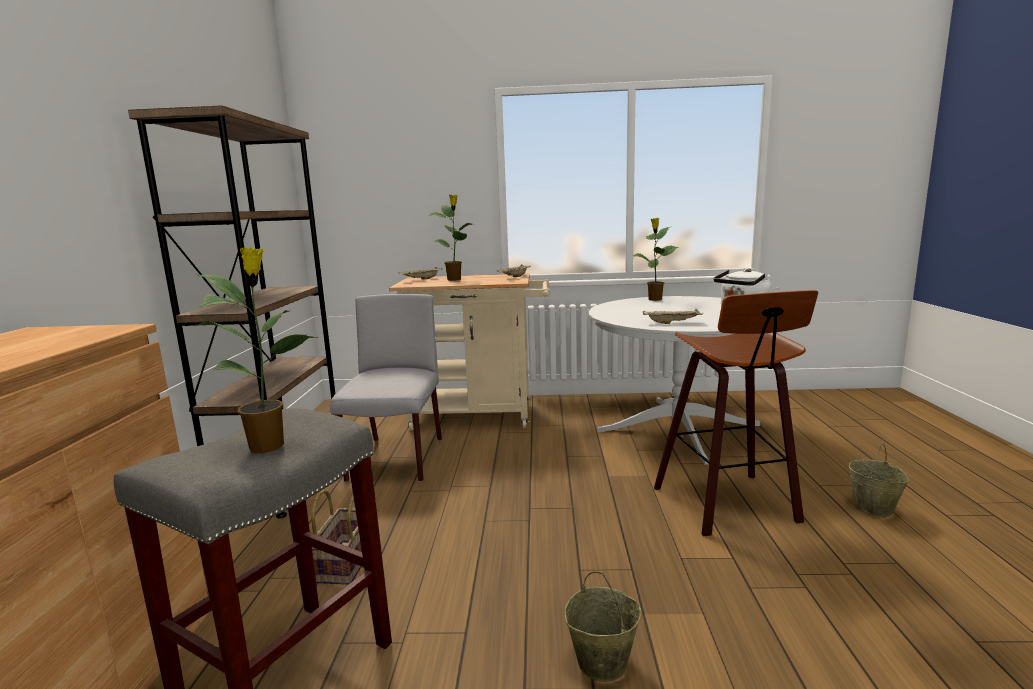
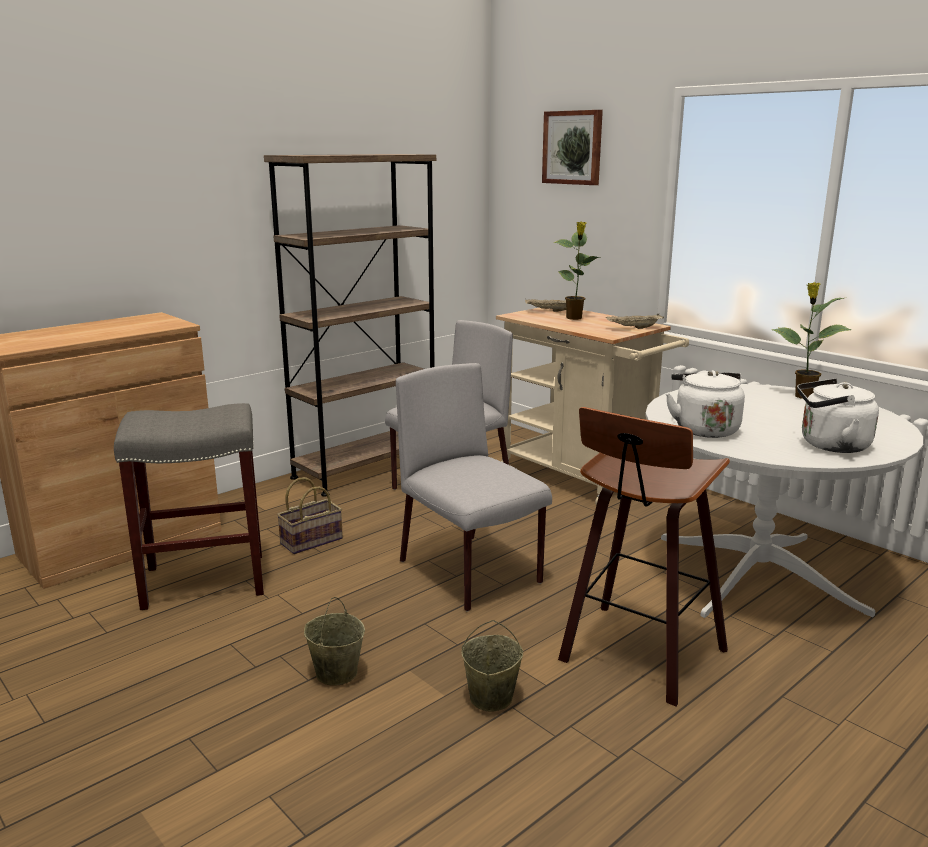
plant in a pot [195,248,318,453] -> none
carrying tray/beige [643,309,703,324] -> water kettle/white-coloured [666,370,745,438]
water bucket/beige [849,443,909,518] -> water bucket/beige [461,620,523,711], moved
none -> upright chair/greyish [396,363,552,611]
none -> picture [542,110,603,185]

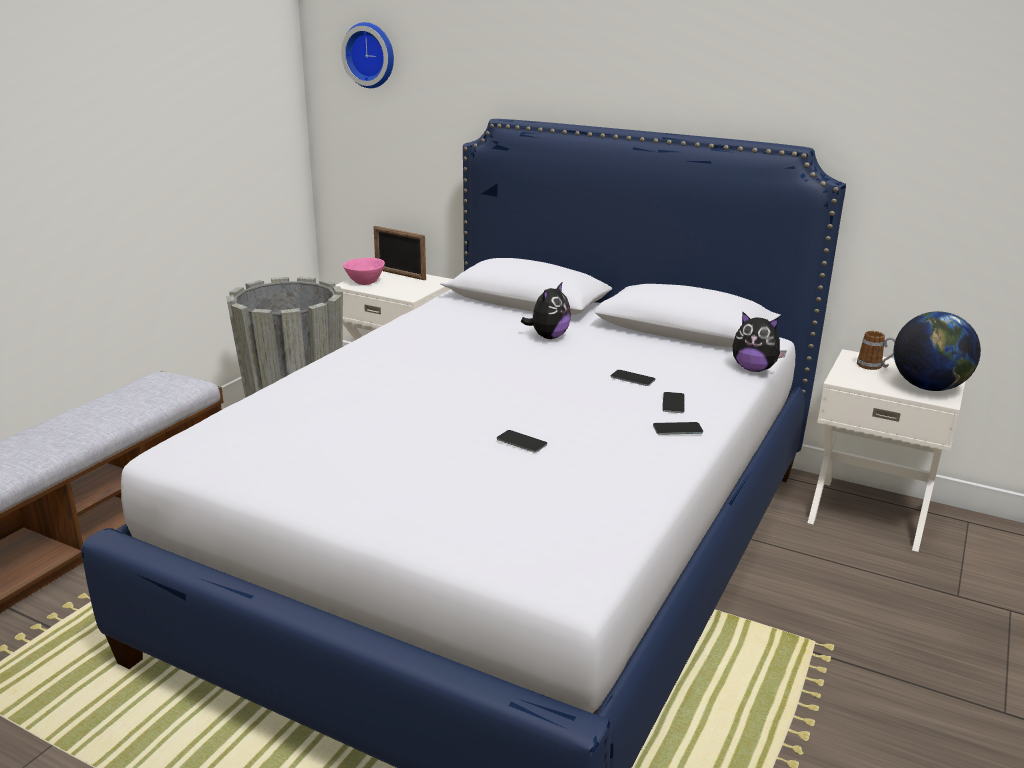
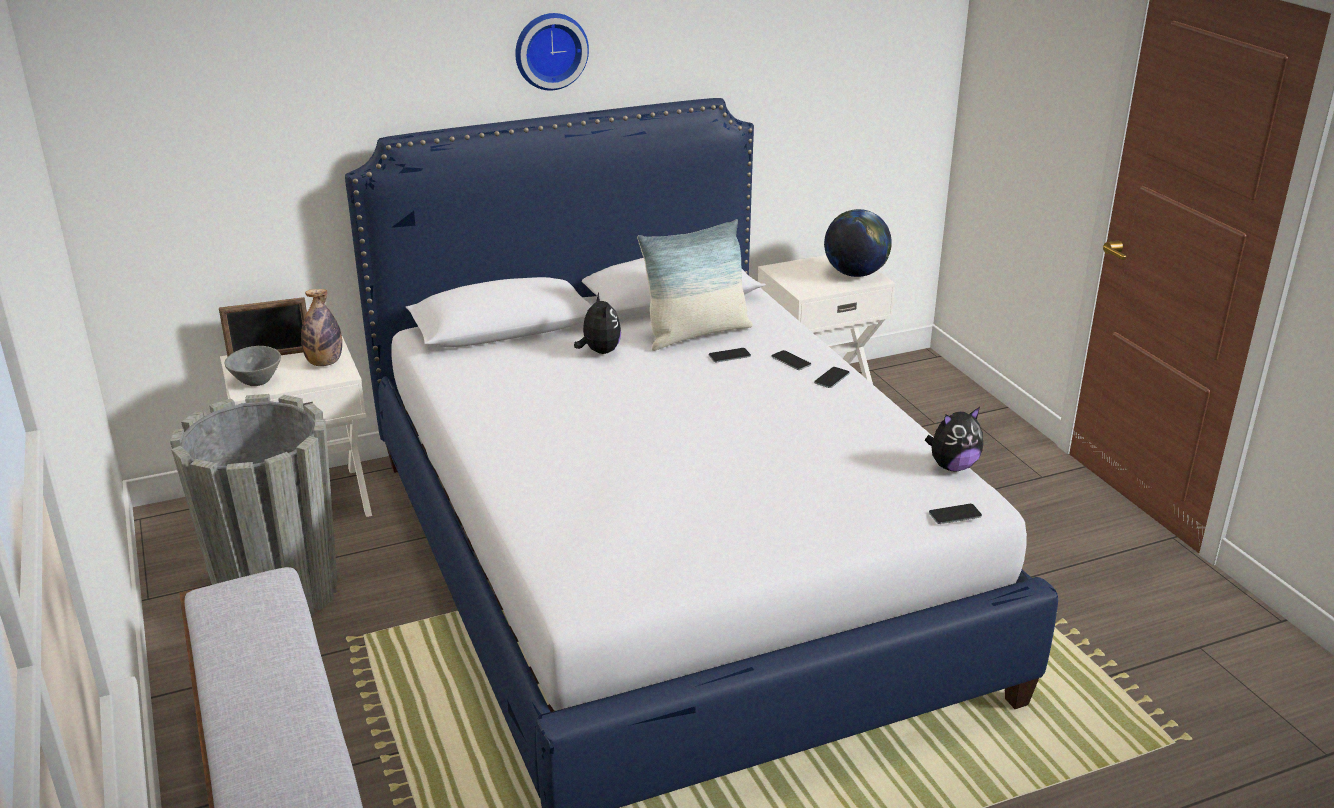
wall clock [341,22,394,88] -> wall clock [515,13,589,90], moved
deep dish/pink-coloured [343,258,385,285] -> deep dish/greyish [225,346,281,386]
phone [497,430,547,452] -> phone [929,504,982,524], moved
soft toy [733,312,787,372] -> soft toy [925,407,983,472], moved
coffee mug [857,331,896,370] -> none
none -> bottle [301,289,342,366]
none -> cushion [637,219,753,351]

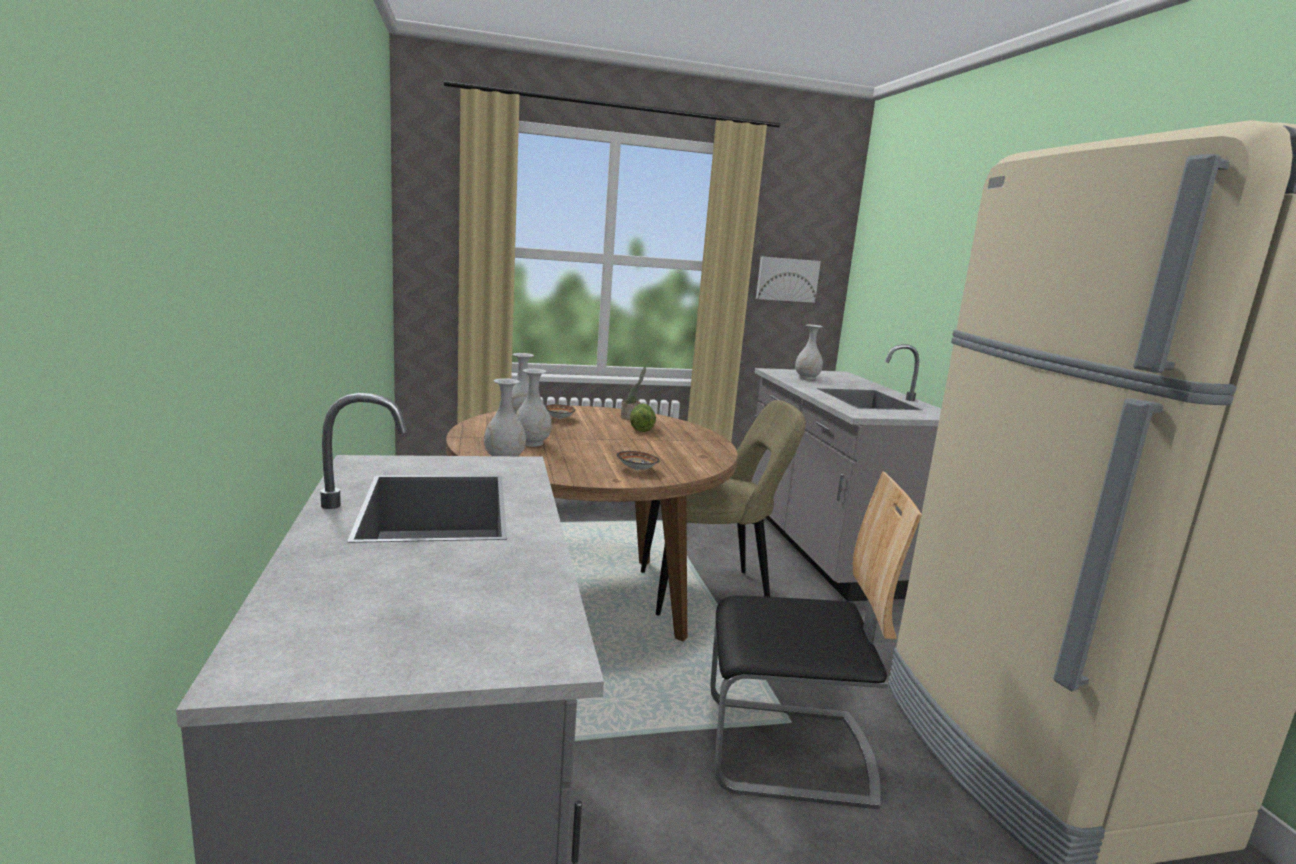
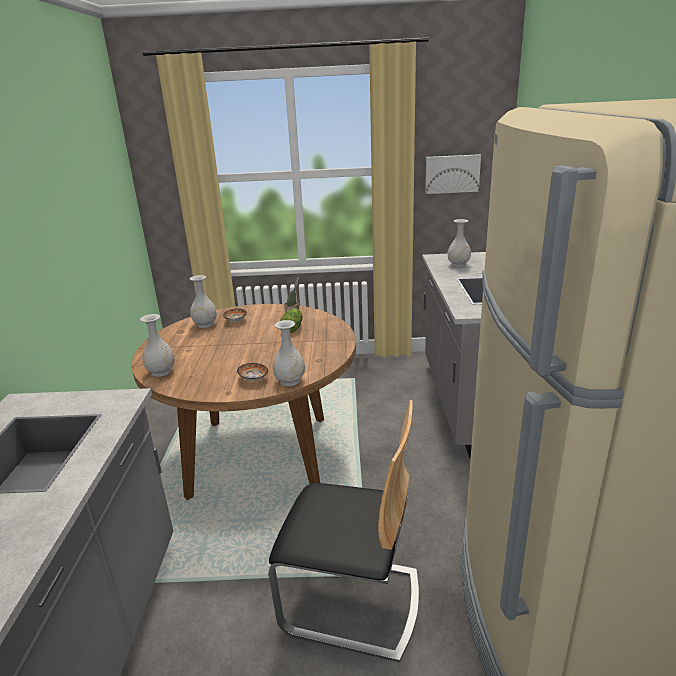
decorative vase/white-coloured [516,369,551,447] -> decorative vase/white-coloured [273,320,305,386], moved
upright chair/beige [641,400,806,616] -> none

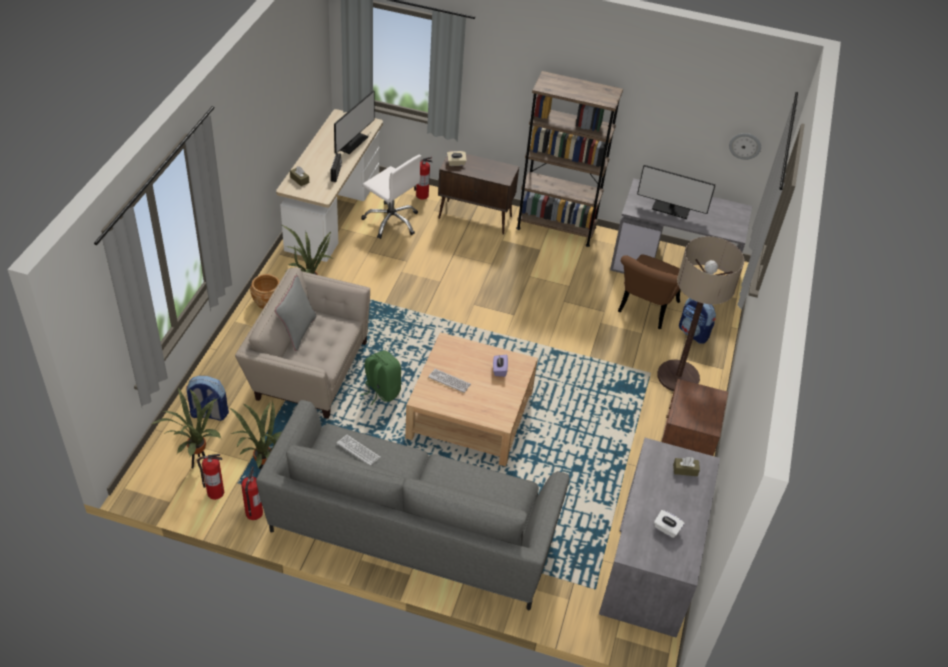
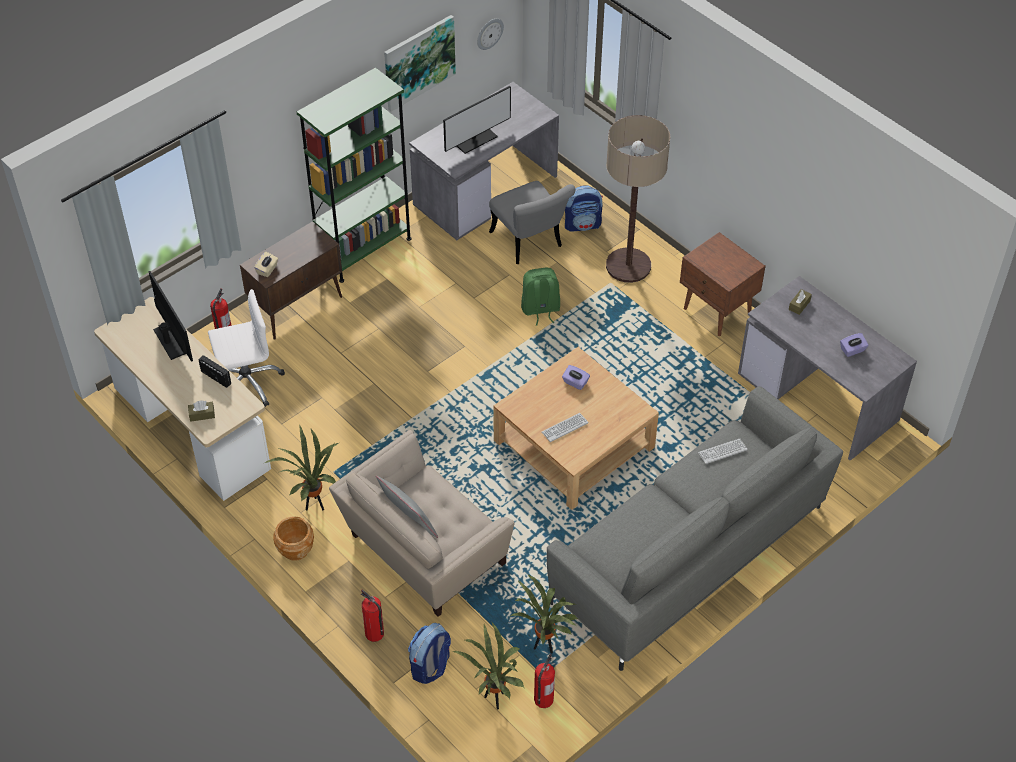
fire-fighting cylinder [241,467,263,520] -> fire-fighting cylinder [361,589,384,642], moved
keyboard [337,435,380,465] -> keyboard [698,439,748,464], moved
rucksack/green [361,350,401,405] -> rucksack/green [521,268,560,326], moved
bookshelf/brown [516,71,623,247] -> bookshelf/green [297,67,412,283]
upright chair/brown [618,255,681,329] -> upright chair/greyish [489,181,575,264]
tissue box/white-coloured [654,510,684,538] -> tissue box/purplish [840,333,868,357]
none -> picture [384,15,456,112]

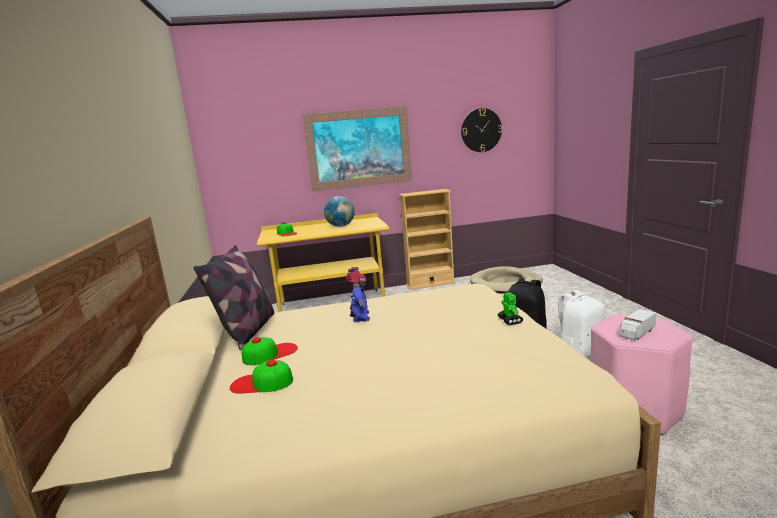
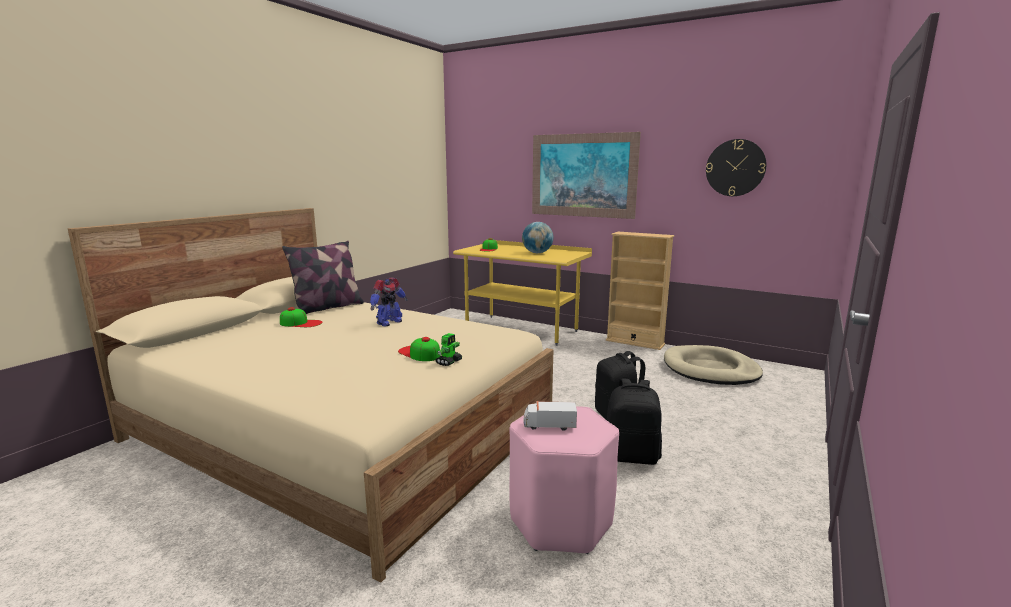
cap [230,360,293,394] -> cap [398,337,440,361], moved
rucksack/white-coloured [558,290,606,358] -> rucksack/blackish [607,379,662,465]

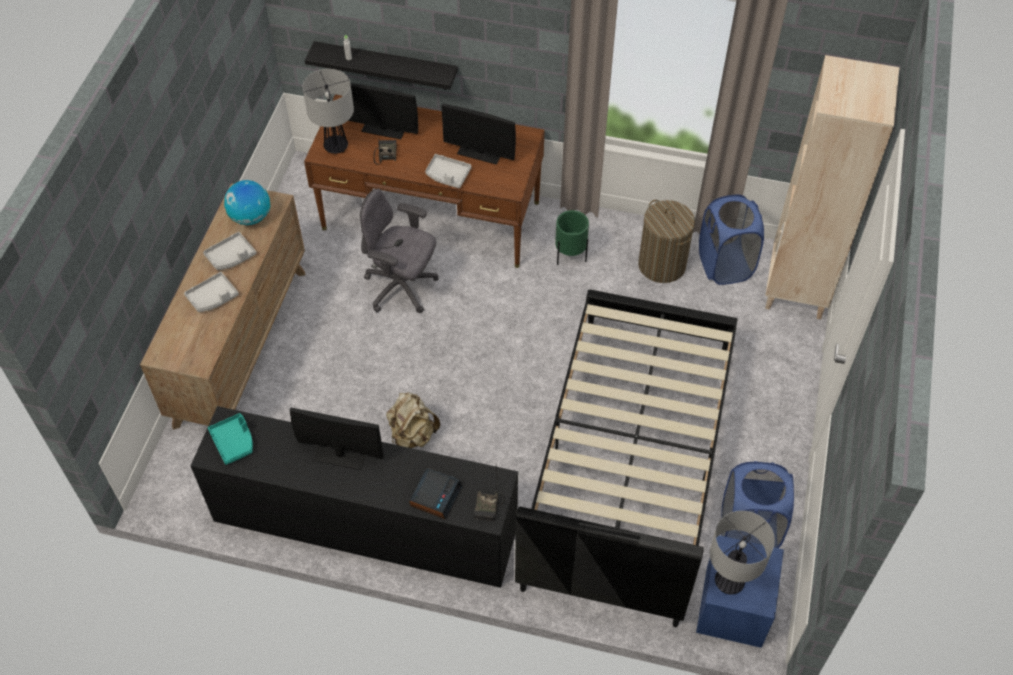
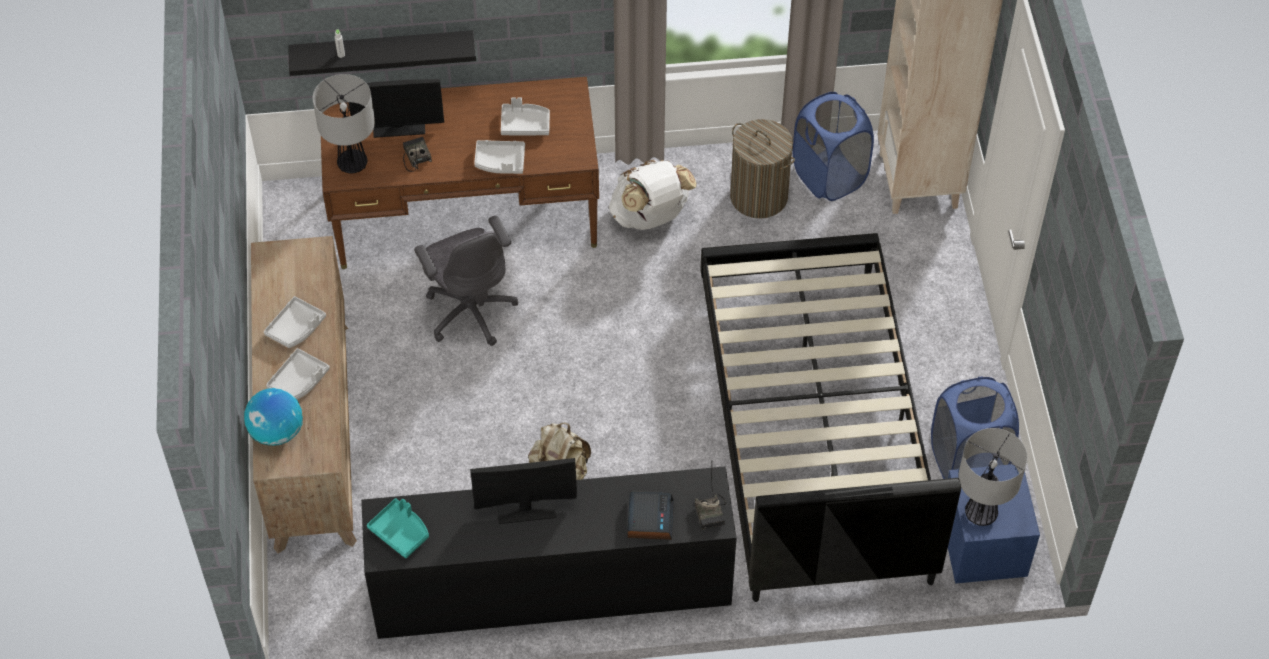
globe [224,180,270,225] -> globe [244,388,303,446], moved
desk chair/greyish [360,189,439,313] -> desk chair/greyish [414,216,518,346], 120 degrees counterclockwise
computer screen [441,104,516,165] -> carrying tray/greyish [501,97,550,135]
flower pot/green [555,210,589,265] -> rucksack/white-coloured [609,160,697,230]

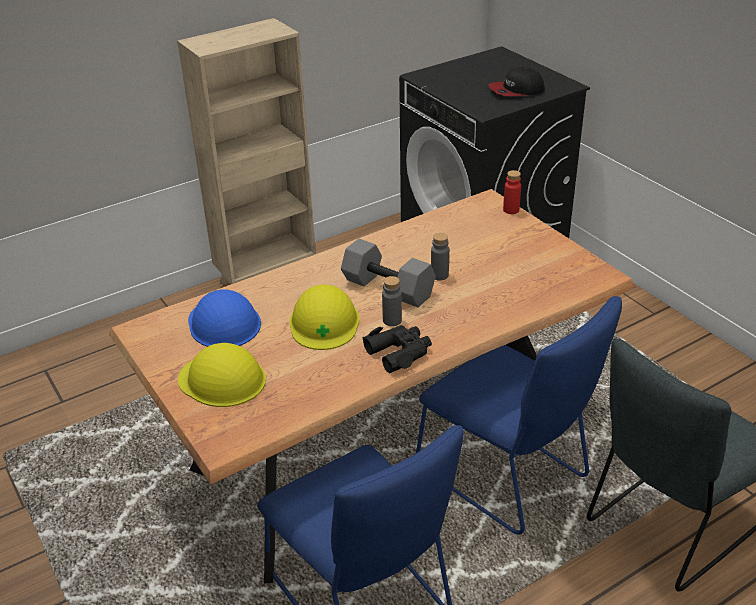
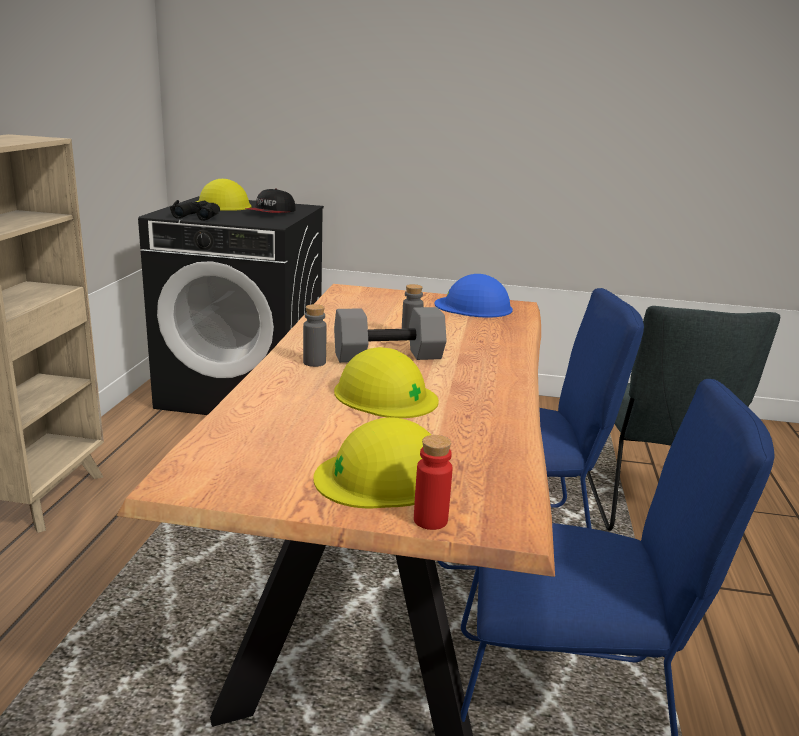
safety helmet/blue [188,289,261,347] -> safety helmet/blue [435,274,513,317], moved
binoculars/blackish [363,325,432,373] -> binoculars/blackish [170,200,220,221], moved
bottle/greyish [382,276,402,326] -> bottle/greyish [303,304,327,367], moved
bottle/red [503,170,521,214] -> bottle/red [414,435,452,530], moved
none -> safety helmet/yellow [195,179,252,211]

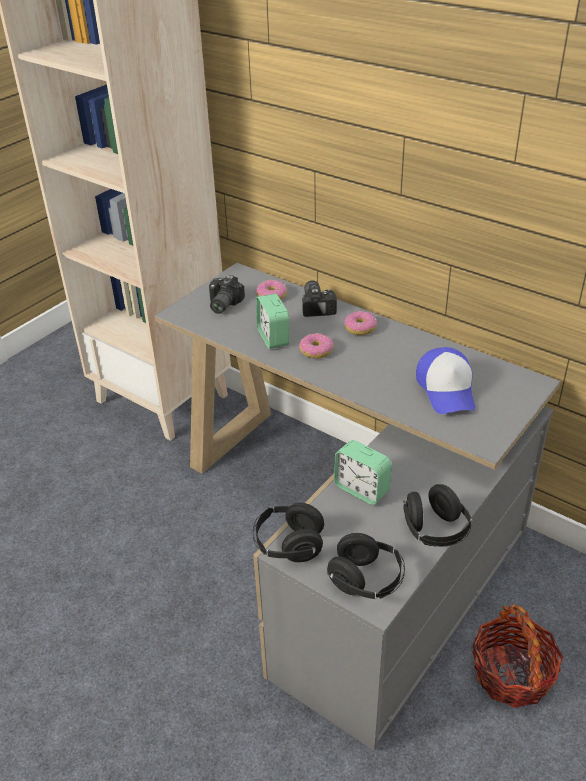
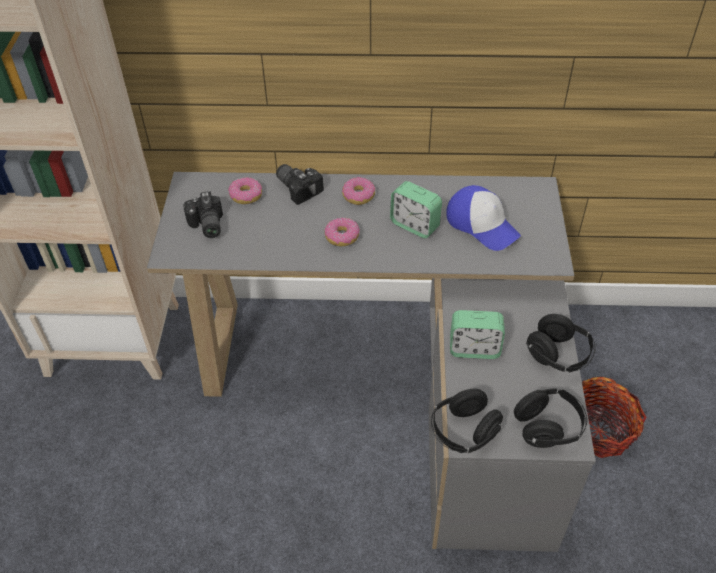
table clock [256,294,289,349] -> table clock [390,181,442,238], moved

